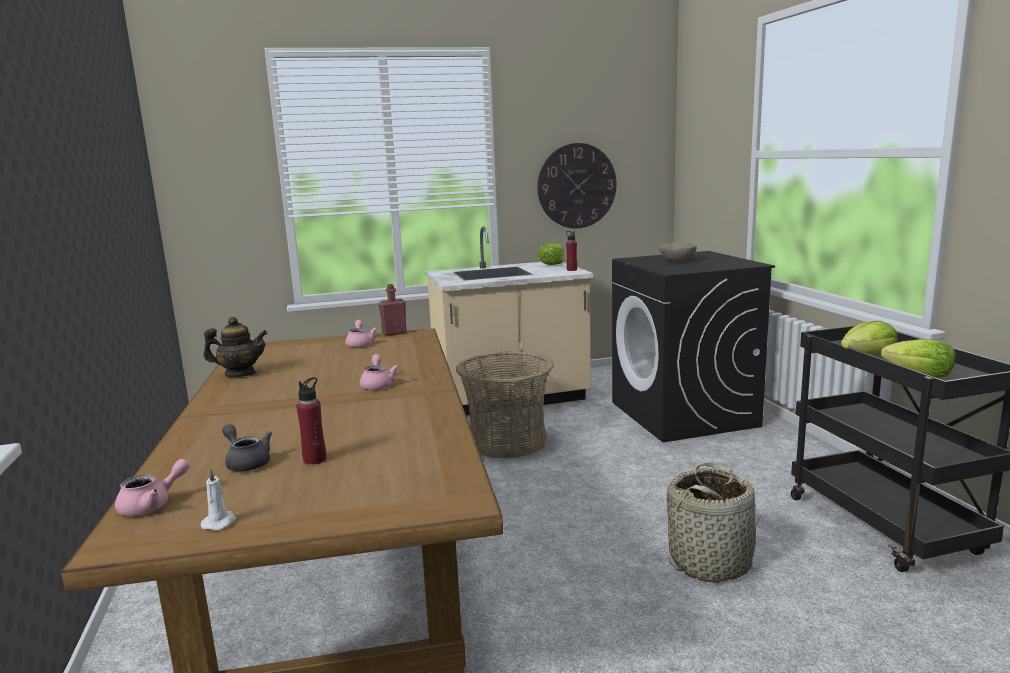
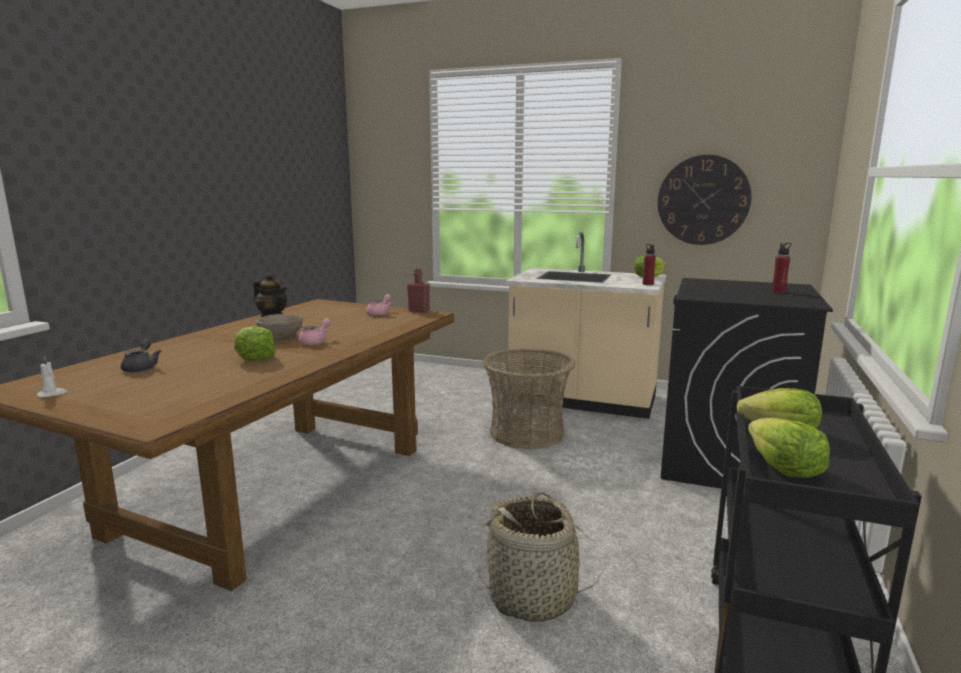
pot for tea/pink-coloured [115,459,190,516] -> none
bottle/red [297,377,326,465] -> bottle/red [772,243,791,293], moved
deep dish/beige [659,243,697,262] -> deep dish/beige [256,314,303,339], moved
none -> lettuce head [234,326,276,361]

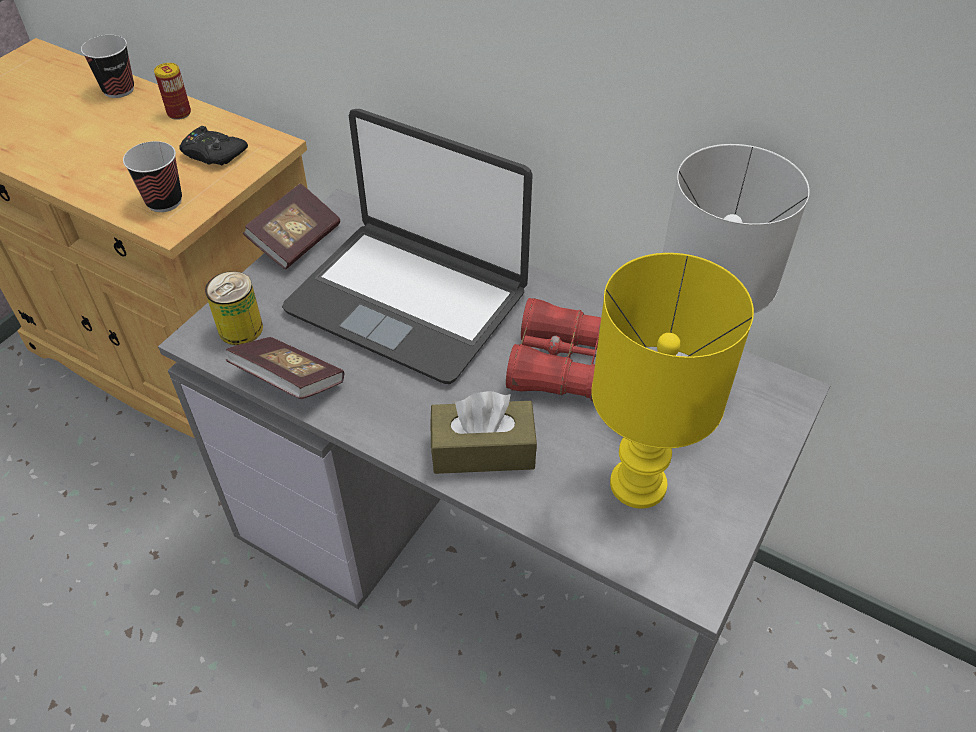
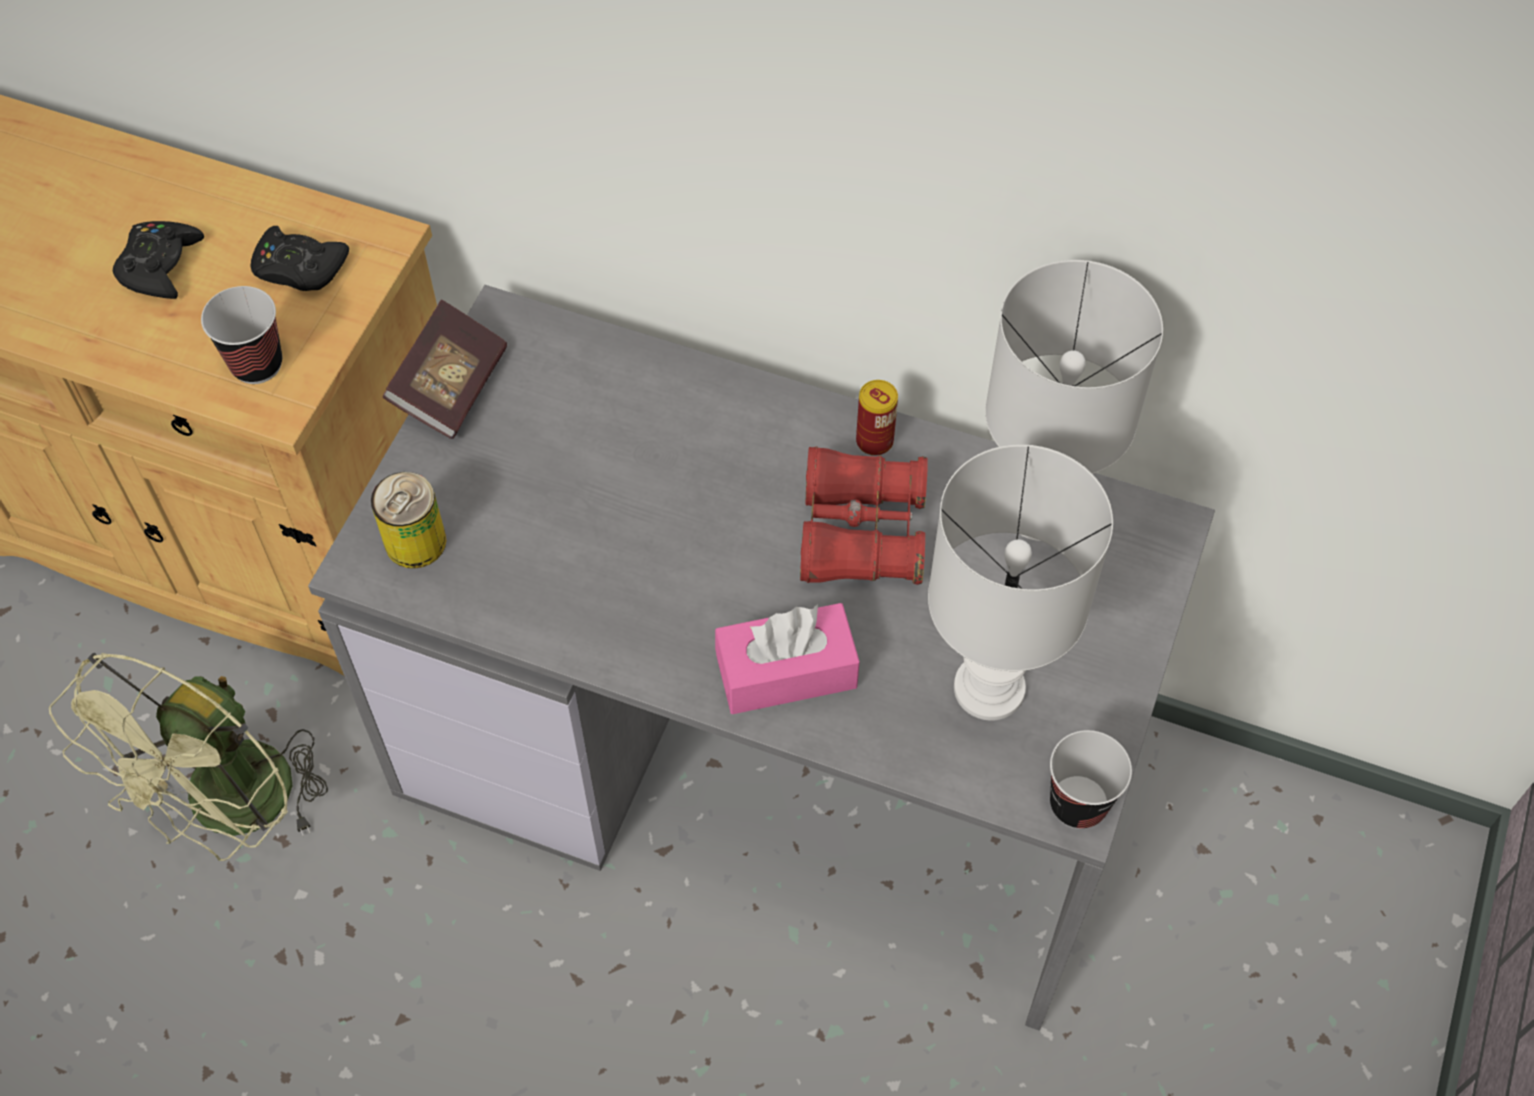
cup [81,35,134,98] -> cup [1050,730,1132,829], moved
metal can [154,63,191,120] -> metal can [856,380,898,456], moved
volume [226,337,345,399] -> none
notebook computer [282,109,533,384] -> none
tissue box/brown [431,391,537,474] -> tissue box/pink-coloured [715,603,860,714]
table lamp/yellow [592,253,754,509] -> table lamp/white-coloured [928,444,1113,720]
none -> electric fan/green [49,653,328,861]
none -> gamepad/blackish [113,221,204,299]

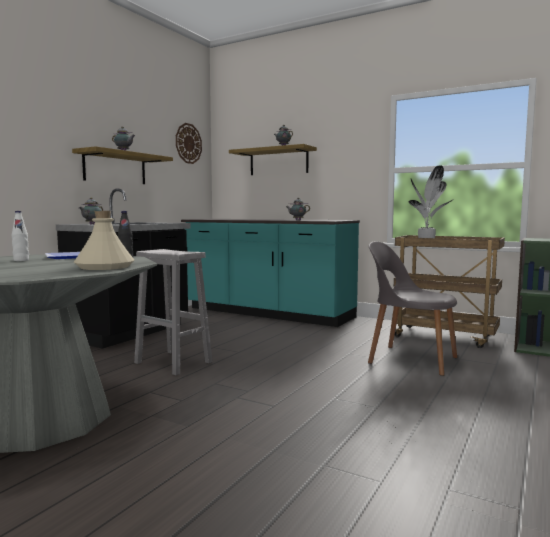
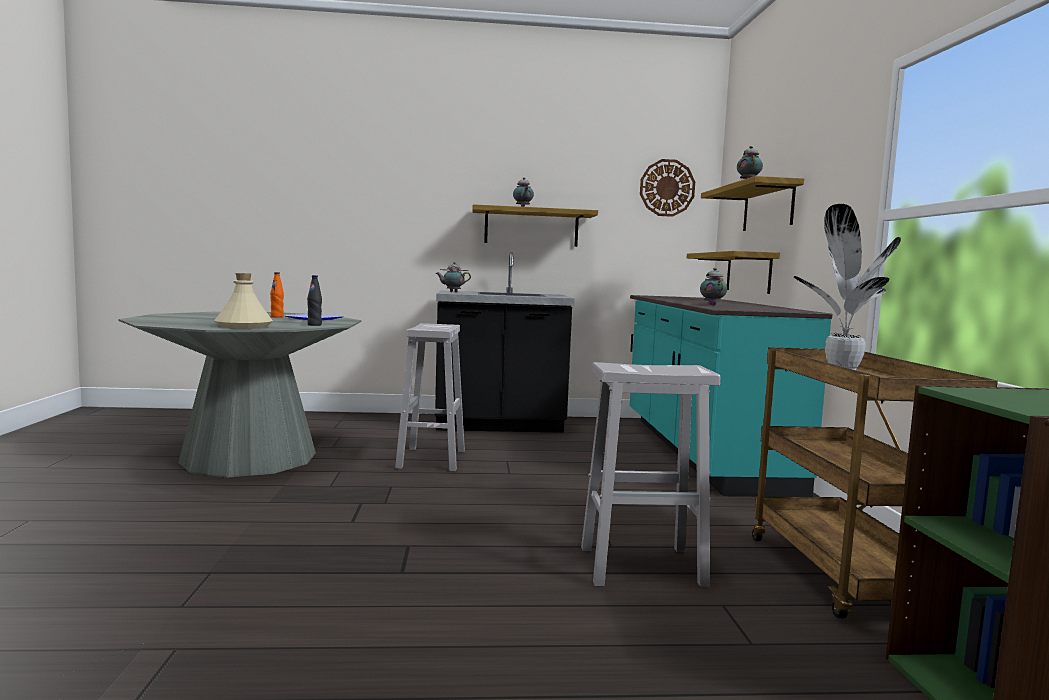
bottle/white-coloured [12,211,29,261] -> bottle/orangey [270,272,284,318]
upright chair/greyish [368,241,457,376] -> stool seat/white-coloured [581,362,720,587]
none -> shelf [687,251,780,294]

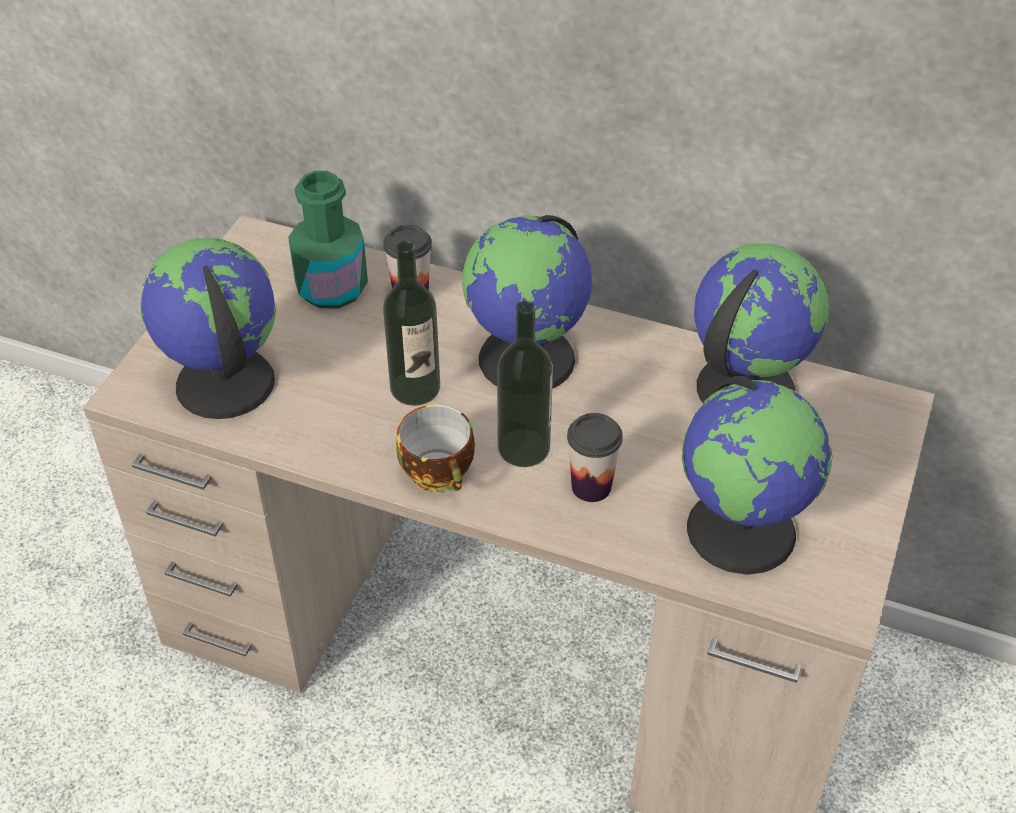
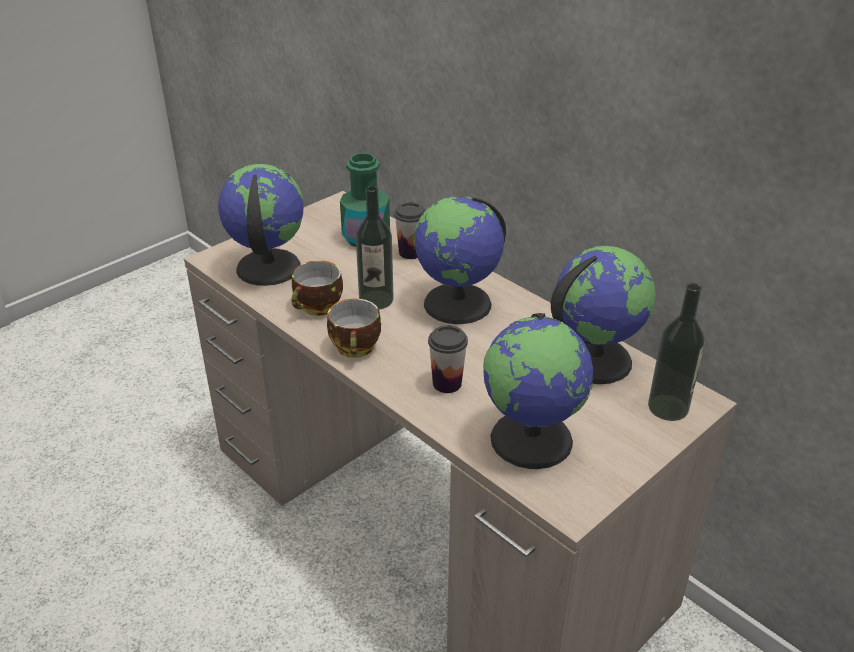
bottle [497,301,553,467] -> bottle [648,283,705,421], moved
none -> cup [291,260,343,316]

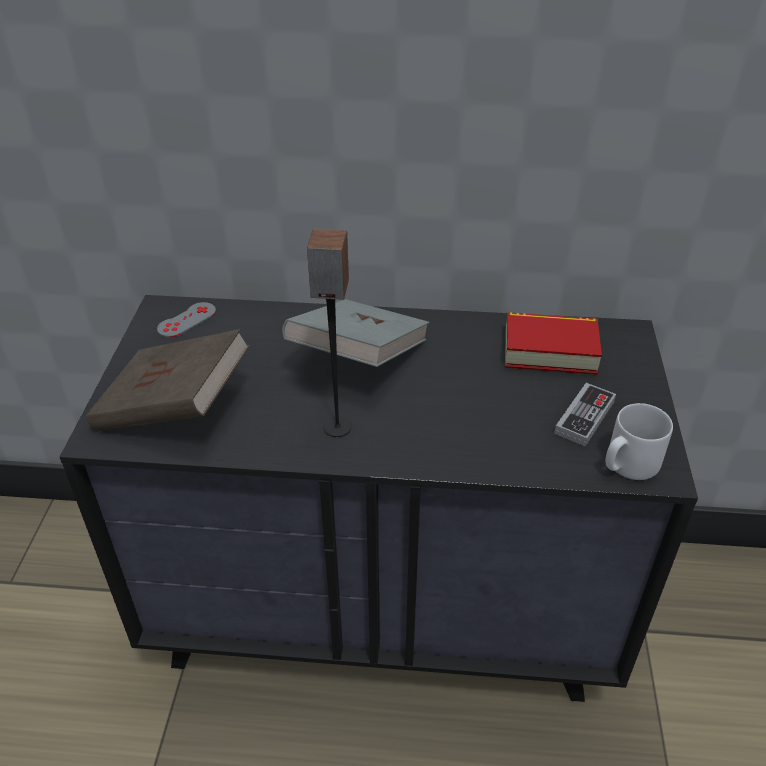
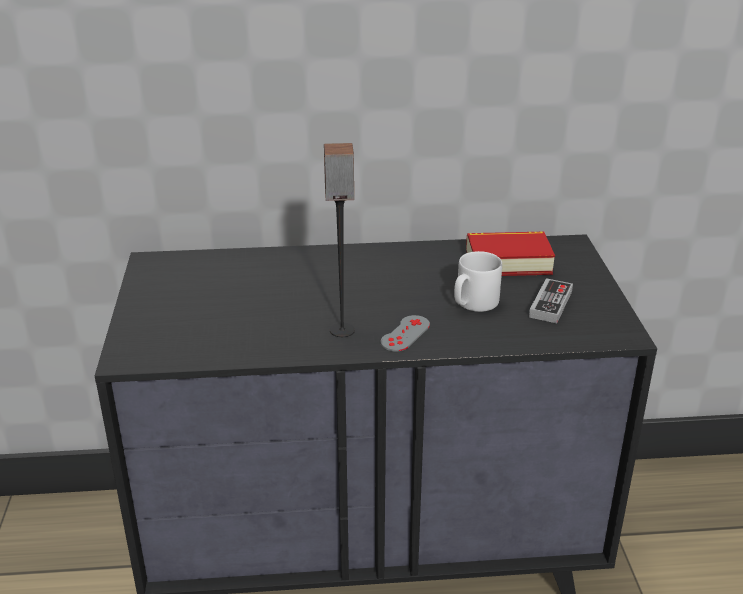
volume/brown [86,329,250,431] -> none
gamepad/greyish [157,302,216,338] -> gamepad/greyish [380,315,430,351], moved
volume/greyish [282,299,430,367] -> none
coffee mug/greyish [605,403,673,480] -> coffee mug/greyish [454,251,502,312], moved

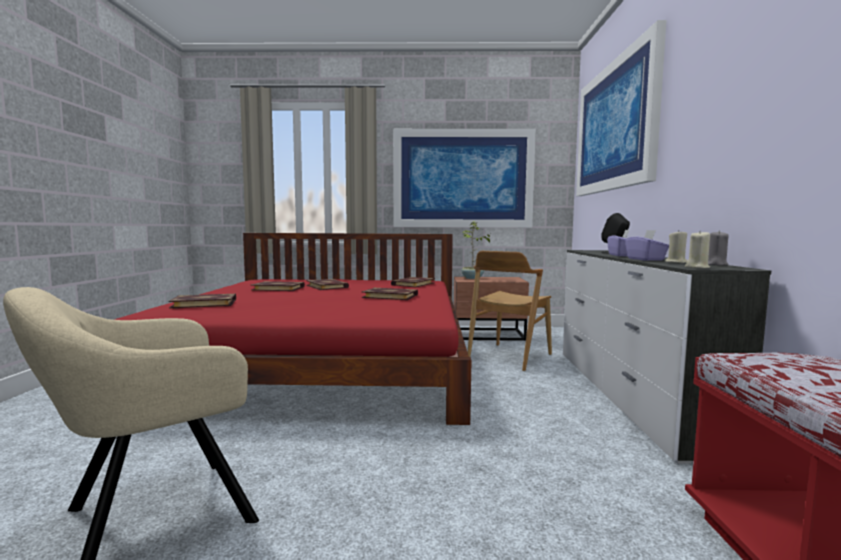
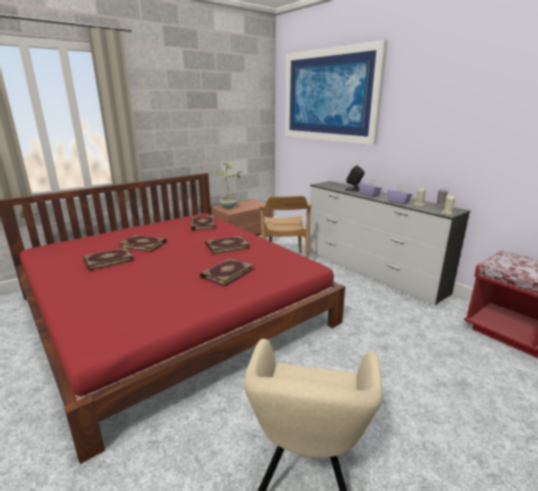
volume [168,294,236,308] -> volume [200,258,254,287], moved
picture [393,129,536,228] -> none

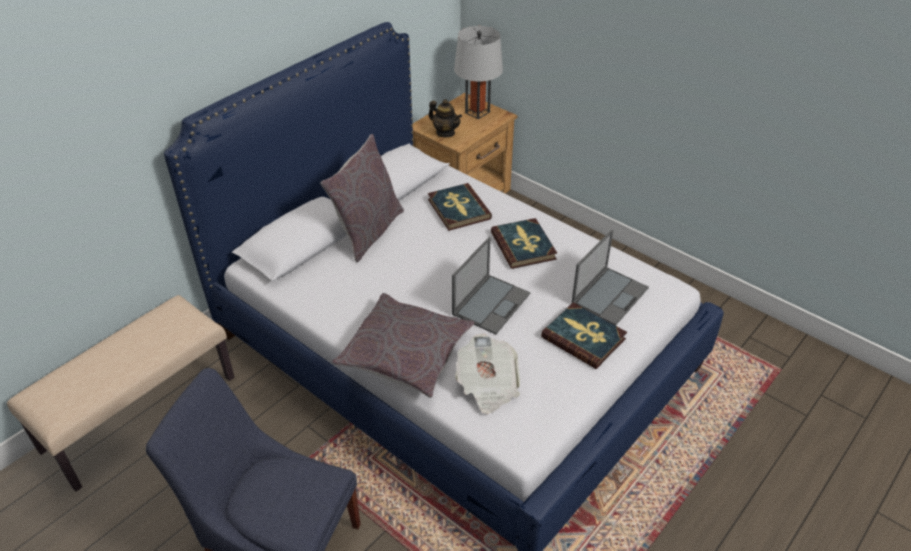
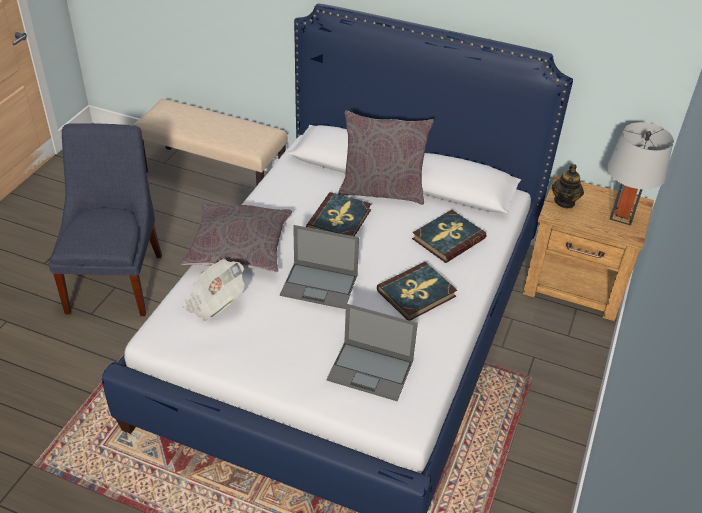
volume [541,303,627,369] -> volume [306,192,371,236], moved

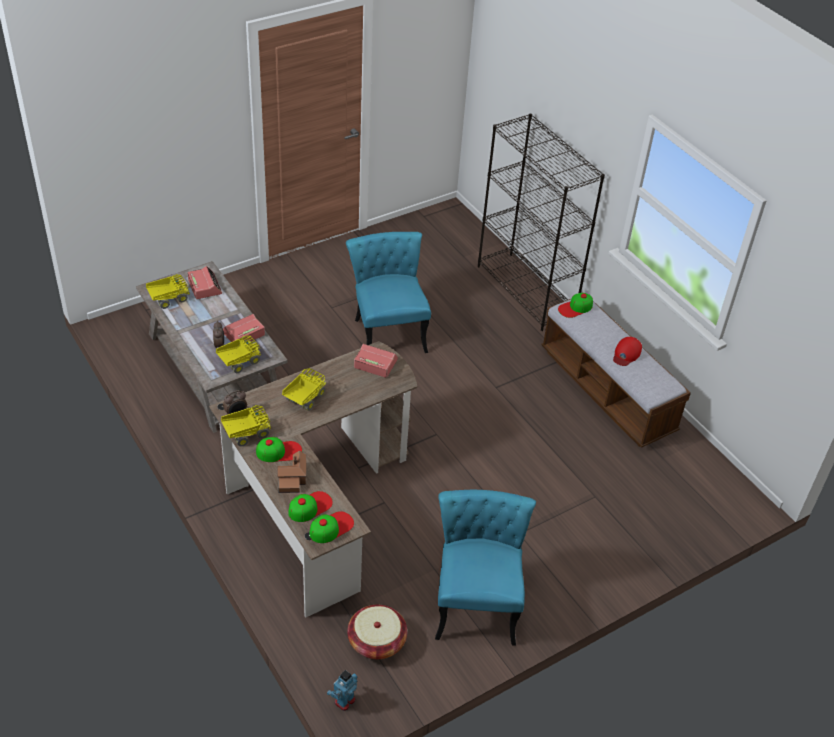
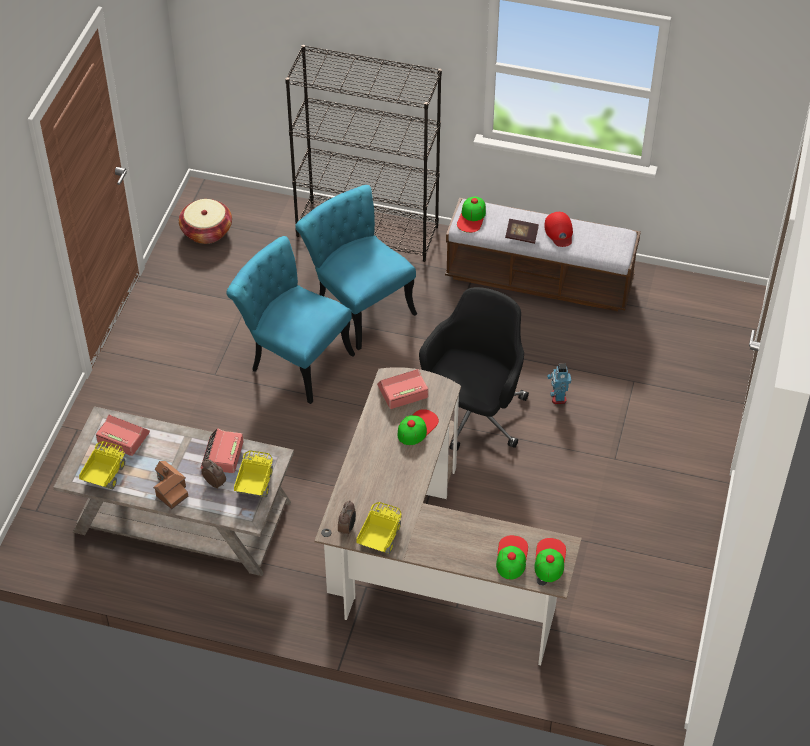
cap [256,437,302,462] -> cap [398,409,439,445], moved
miniature house [277,450,306,493] -> miniature house [153,461,188,509], moved
toy lorry [282,368,326,411] -> none
robot figure [327,670,357,711] -> robot figure [547,364,571,404], moved
basket [347,605,407,659] -> basket [179,199,232,244], moved
upright chair/turquoise [435,489,536,646] -> upright chair/turquoise [295,185,417,350], moved
none -> desk chair/blackish [419,287,529,451]
none -> volume [505,219,539,244]

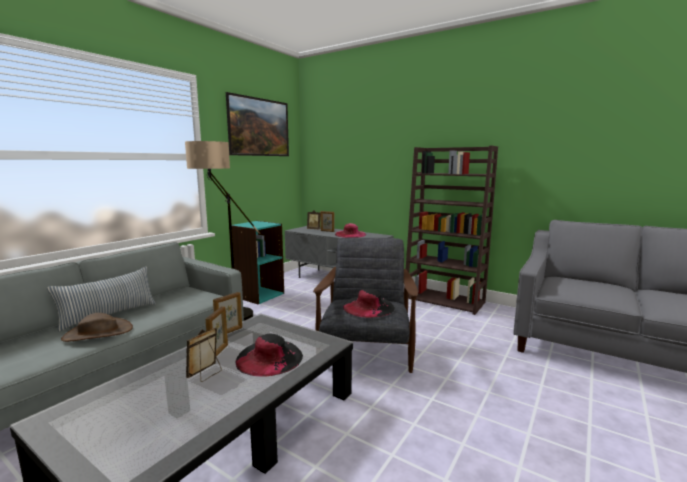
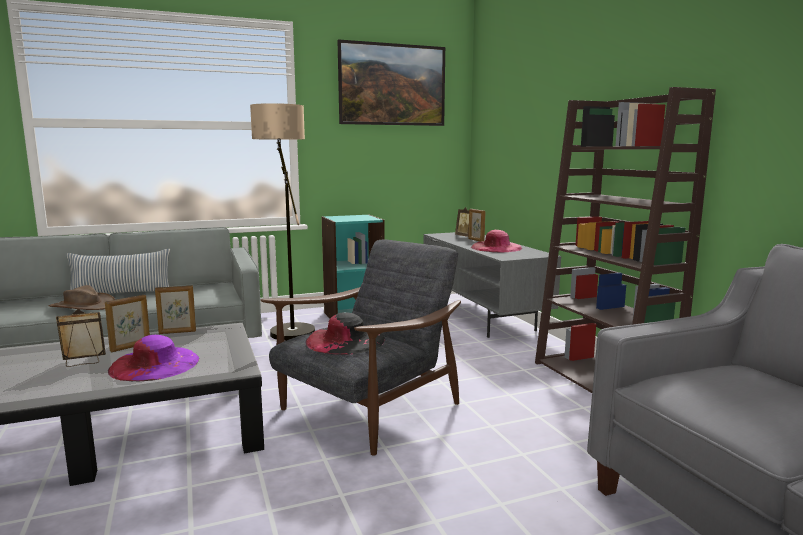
clothing hat/blackish [236,334,303,377] -> clothing hat/purplish [108,335,199,381]

